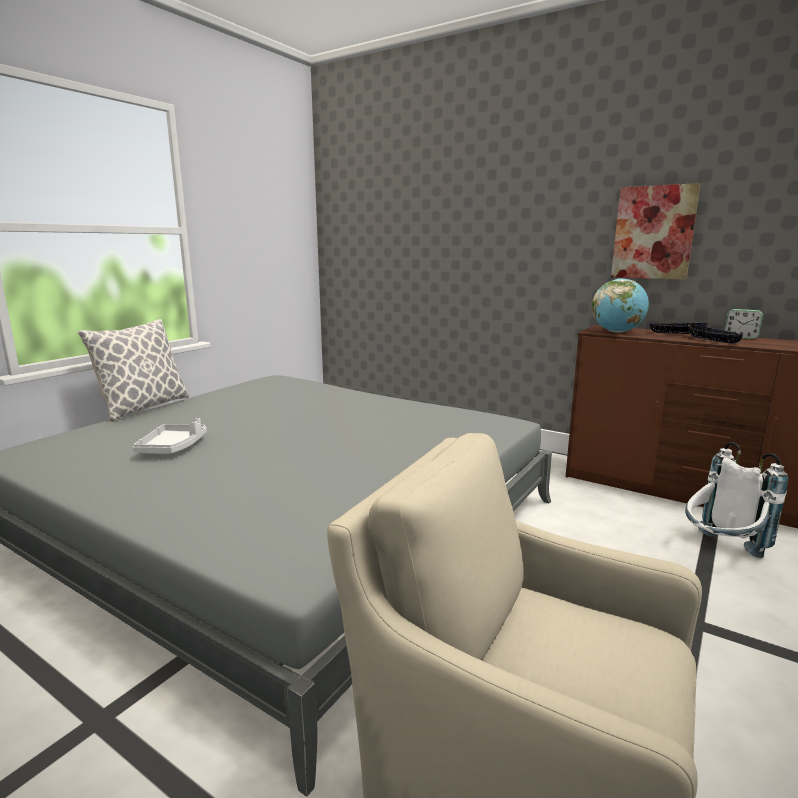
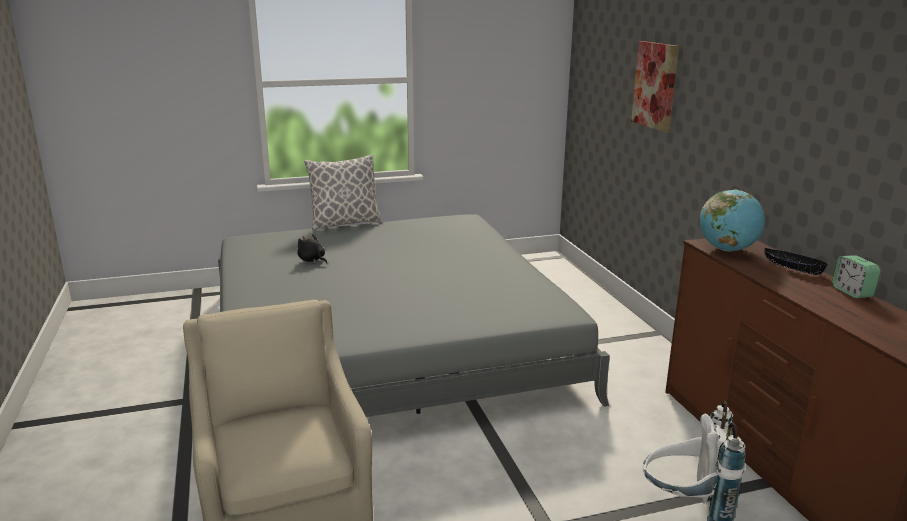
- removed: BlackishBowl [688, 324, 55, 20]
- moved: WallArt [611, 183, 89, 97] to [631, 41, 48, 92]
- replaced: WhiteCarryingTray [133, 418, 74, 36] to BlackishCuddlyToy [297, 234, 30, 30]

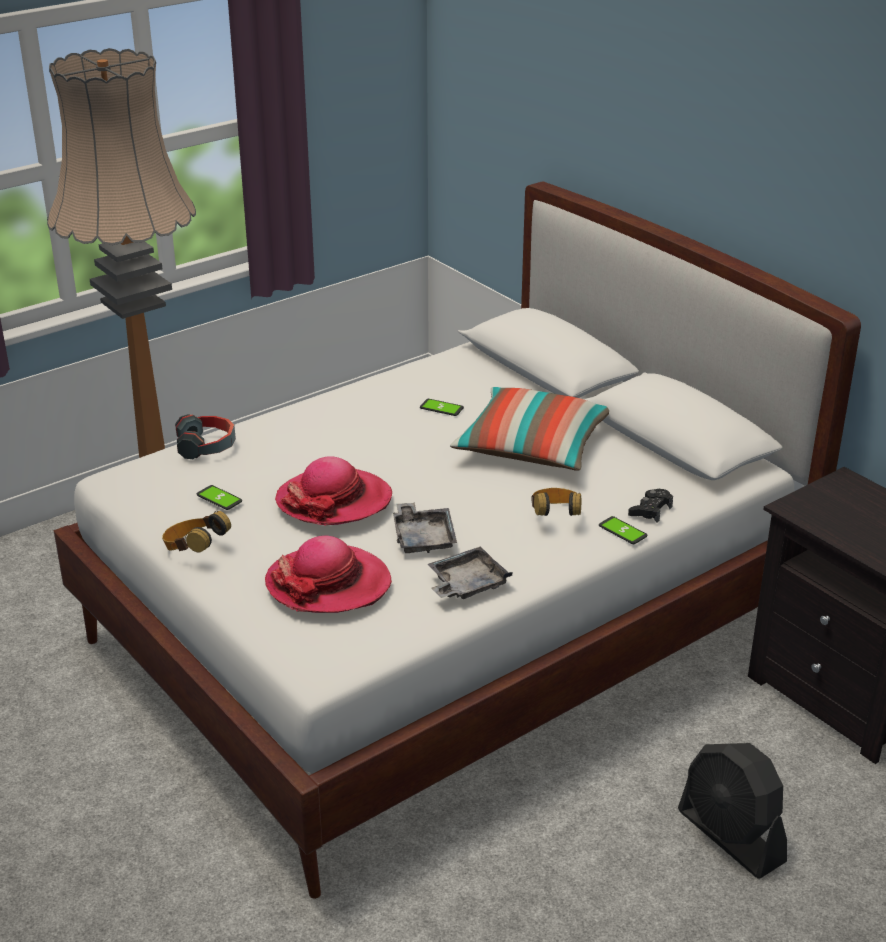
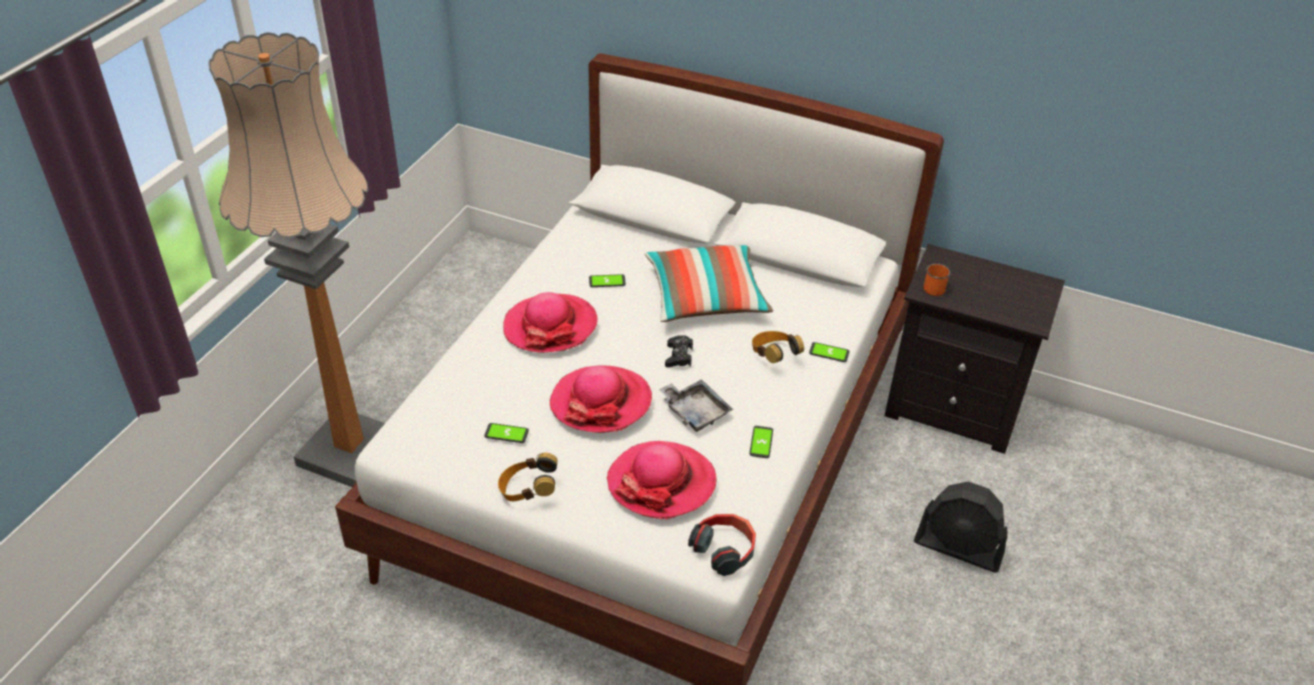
- added: WearableHat [503, 292, 95, 61]
- added: OrangeyCoffeeMug [923, 263, 28, 33]
- moved: Headphones [175, 414, 61, 45] to [688, 514, 68, 62]
- moved: BlackishGamepad [628, 488, 45, 35] to [665, 335, 28, 32]
- replaced: GreyishCarryingTray [428, 547, 84, 52] to Phone [749, 426, 24, 32]

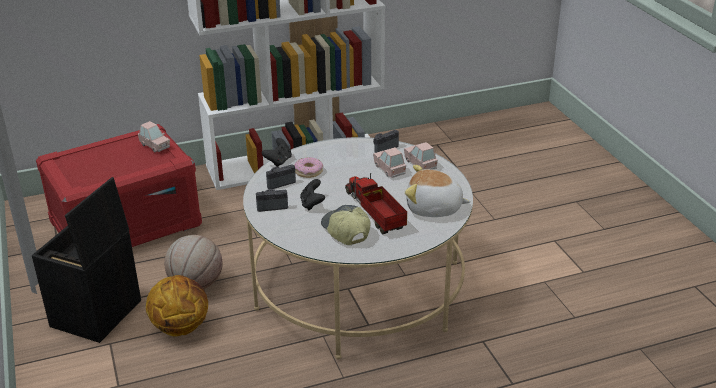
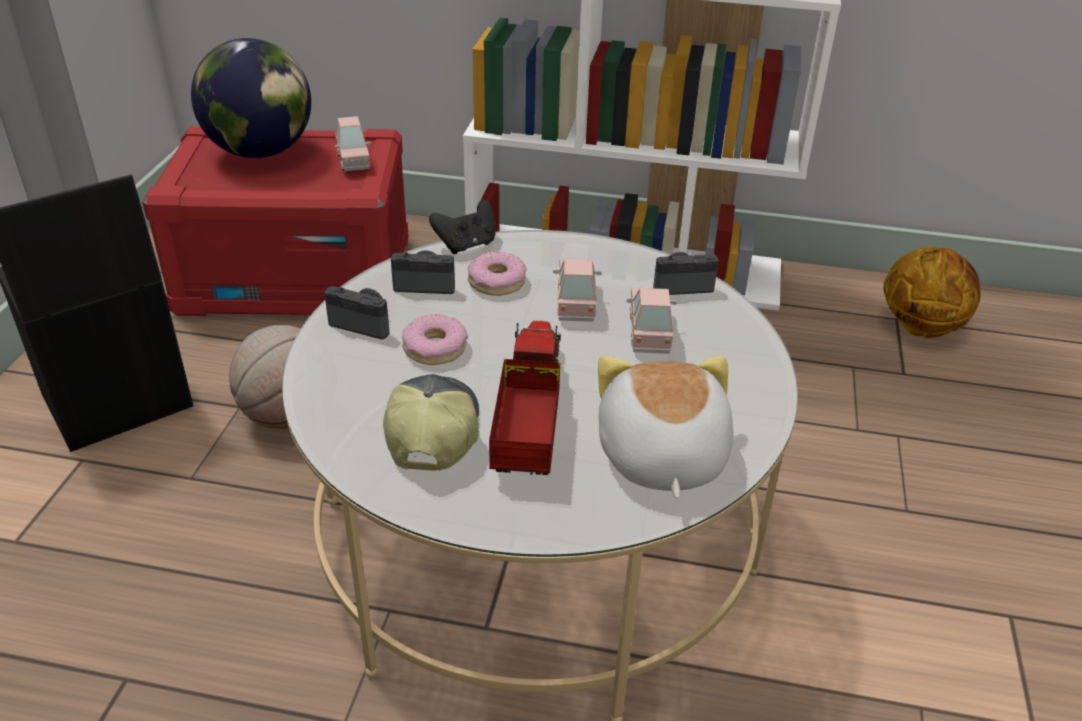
- added: DeskGlobe [191, 38, 120, 120]
- moved: BasketballBall [146, 275, 62, 61] to [883, 247, 97, 91]
- moved: PinkColouredModelCar [404, 142, 34, 28] to [553, 259, 49, 63]
- replaced: BlackishGamepad [300, 179, 25, 31] to RingDoughnut [402, 314, 66, 51]
- turned: CuddlyToy [405, 165, 66, 52] = [598, 356, 136, 143] 45 degrees clockwise

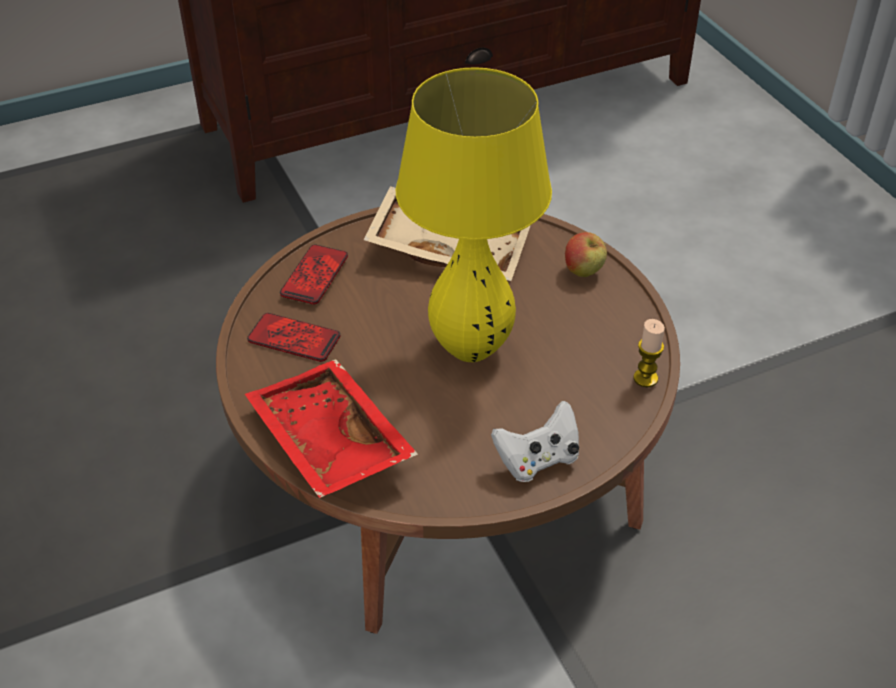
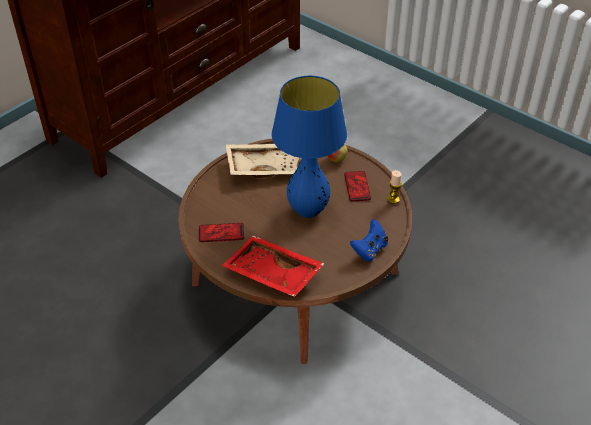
- moved: Phone [280, 245, 68, 60] to [344, 171, 27, 31]
- recoloured: YellowColouredTabletopLamp [396, 67, 156, 295] to BlueTabletopLamp [272, 76, 75, 142]
- recoloured: WhiteGamepad [491, 401, 88, 81] to BlueGamepad [350, 219, 39, 43]

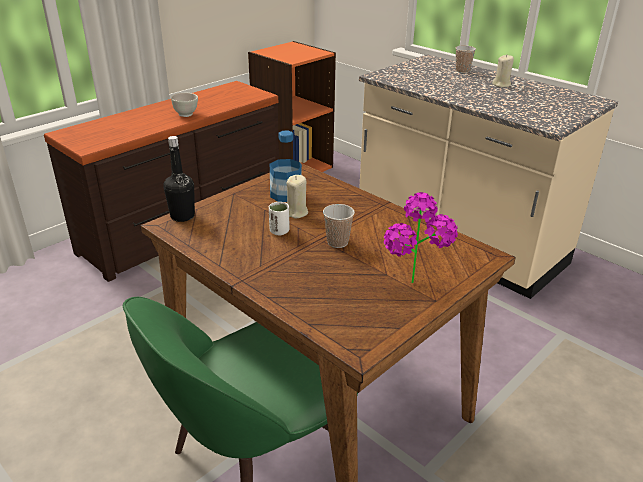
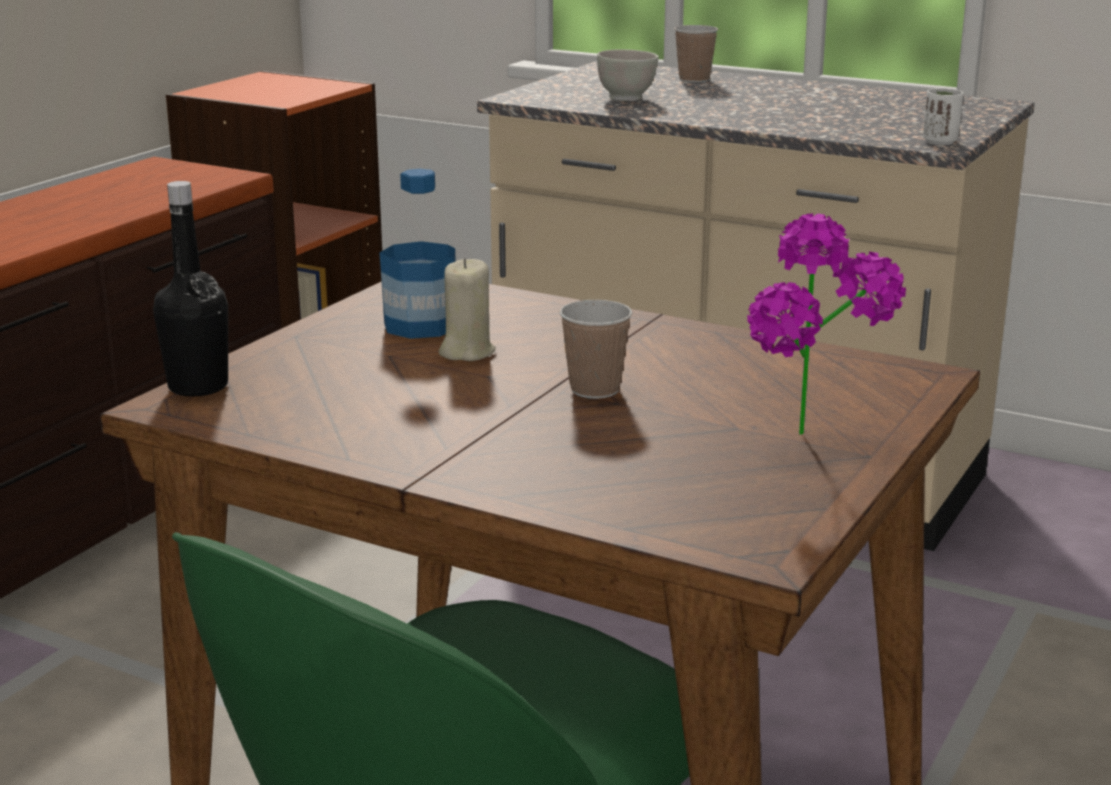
- removed: BeigeColouredCandle [492, 55, 22, 32]
- moved: WhiteBowl [171, 93, 27, 24] to [597, 49, 62, 52]
- moved: WhiteDrinkingCup [269, 202, 20, 33] to [923, 88, 40, 57]

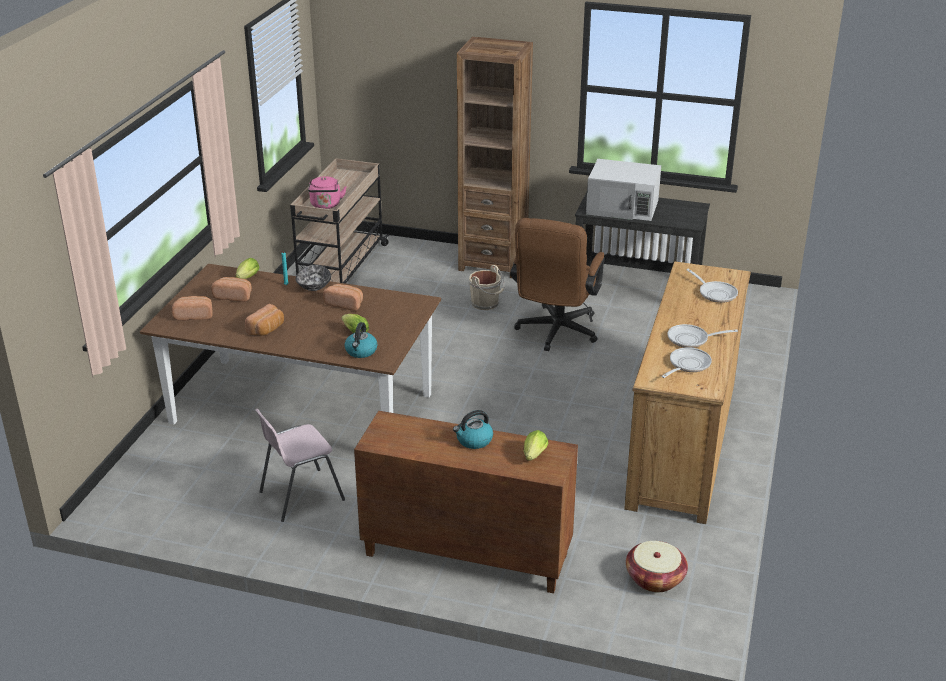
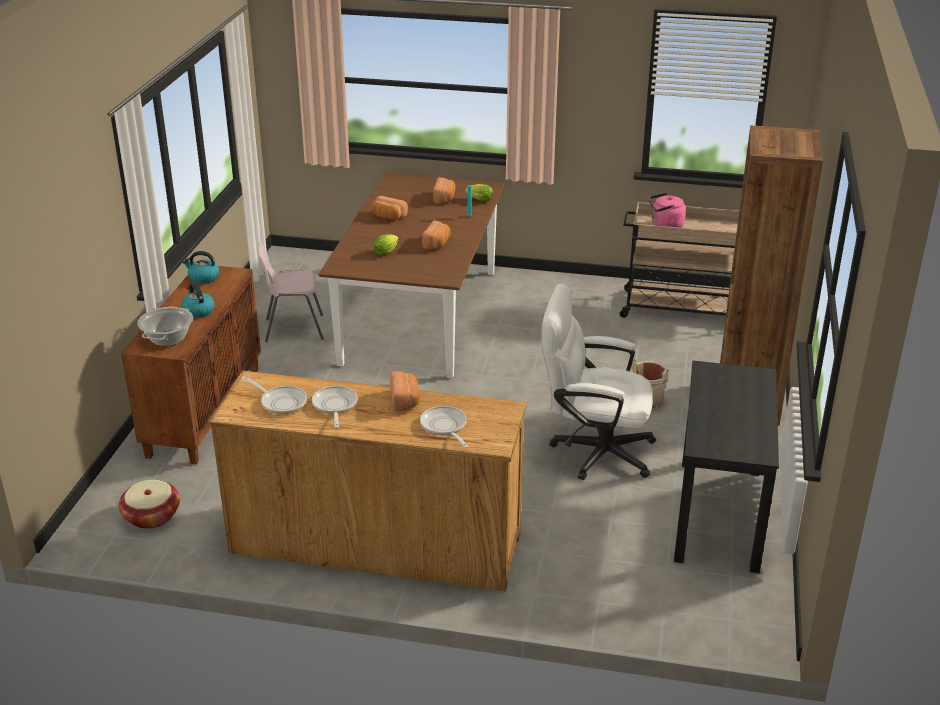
- removed: Bowl [296, 265, 35, 26]
- removed: WhiteMicrowaveOven [586, 159, 75, 62]
- moved: BakeryBread [172, 296, 41, 24] to [390, 371, 30, 41]
- moved: Kettle [344, 322, 33, 36] to [183, 251, 37, 33]
- replaced: HeadOfLettuce [524, 430, 25, 31] to CookingPot [138, 307, 55, 39]
- recoloured: BrownOfficeChair [510, 218, 95, 133] to WhiteOfficeChair [541, 284, 115, 196]
- turned: PinkColouredUprightChair [255, 409, 90, 113] = [258, 243, 66, 99] 60 degrees counterclockwise
- turned: Pan [686, 269, 52, 34] = [420, 406, 48, 42] 105 degrees clockwise

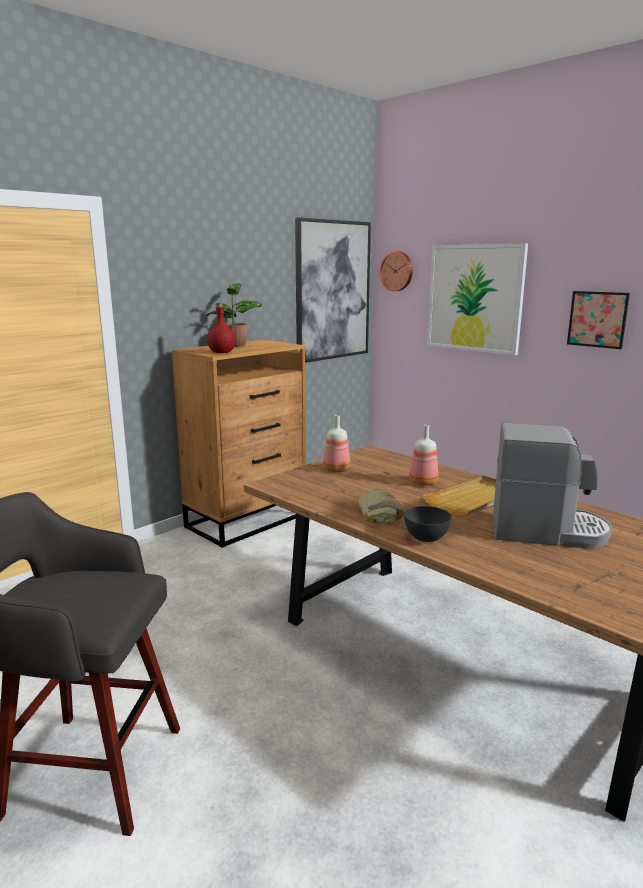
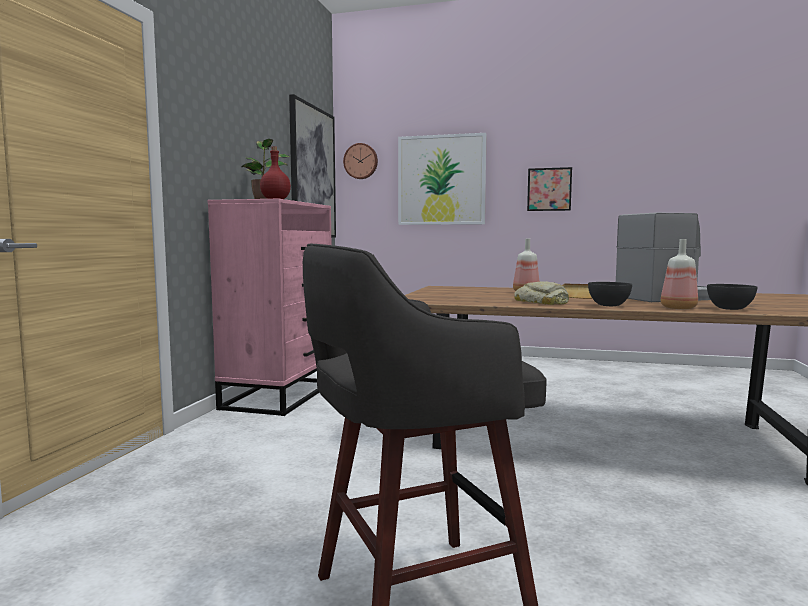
- added: GreyishBowl [707, 284, 51, 26]
- moved: Bottle [323, 415, 27, 57] to [661, 239, 37, 70]
- recoloured: BrownDrawerChest [171, 340, 135, 208] to PinkColouredDrawerChest [208, 199, 123, 217]

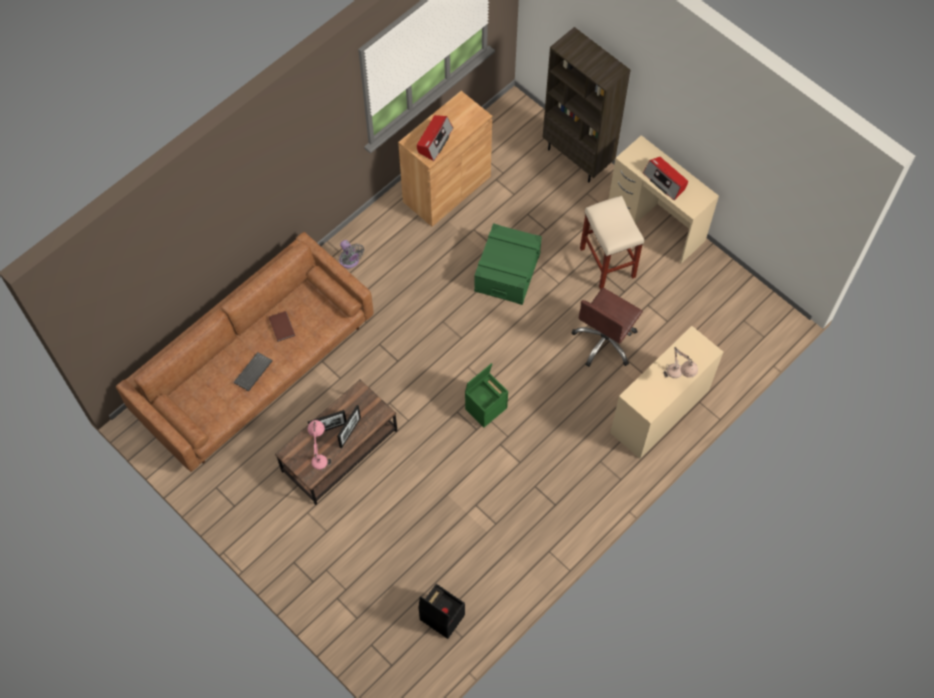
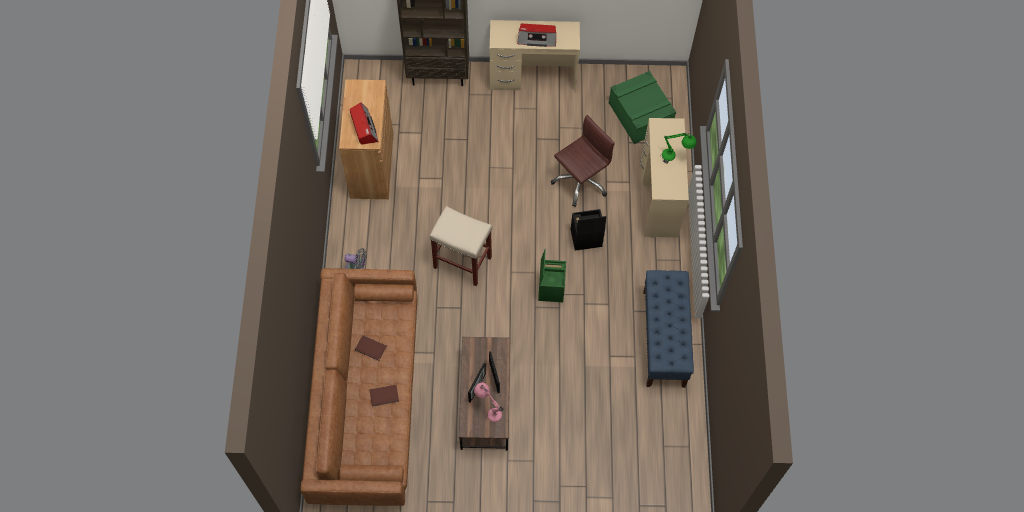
- added: BlueIndoorBench [643, 270, 51, 118]
- moved: BlackishStorageContainer [419, 584, 46, 55] to [571, 209, 35, 42]
- moved: GreenColouredStorageContainer [474, 223, 68, 82] to [609, 71, 67, 73]
- moved: BeigeColouredStoolSeat [580, 196, 64, 94] to [429, 206, 63, 80]
- replaced: Keyboard [233, 352, 40, 39] to BrownBoundBook [369, 385, 30, 22]
- recoloured: BeigeColouredTabletopLamp [663, 347, 35, 31] to GreenColouredTabletopLamp [660, 133, 36, 31]
- turned: BrownOfficeChair [572, 288, 71, 79] = [551, 115, 64, 92] 120 degrees counterclockwise

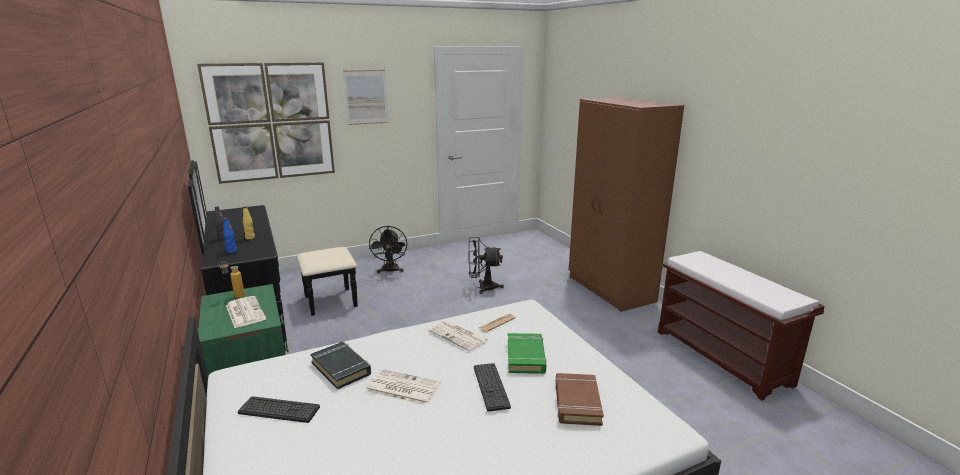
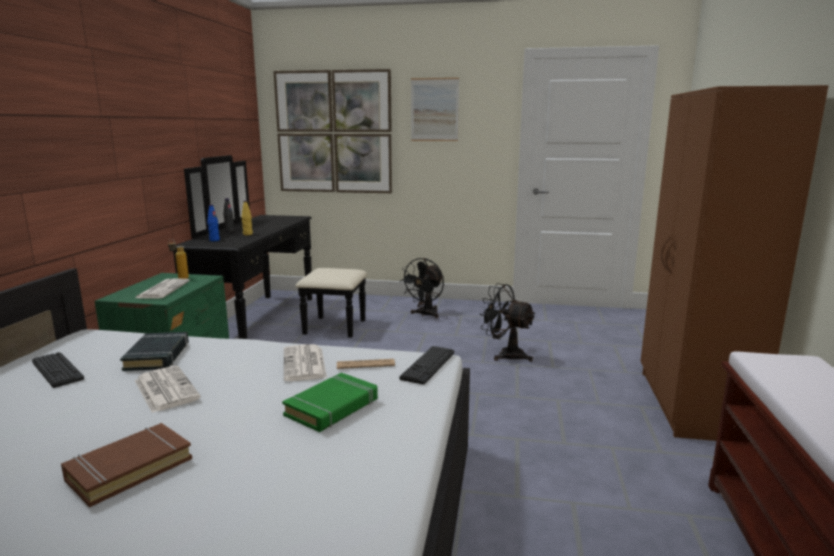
- moved: Keyboard [474, 363, 37, 49] to [400, 346, 54, 39]
- moved: BrownBoundBook [555, 373, 49, 53] to [61, 423, 131, 84]

